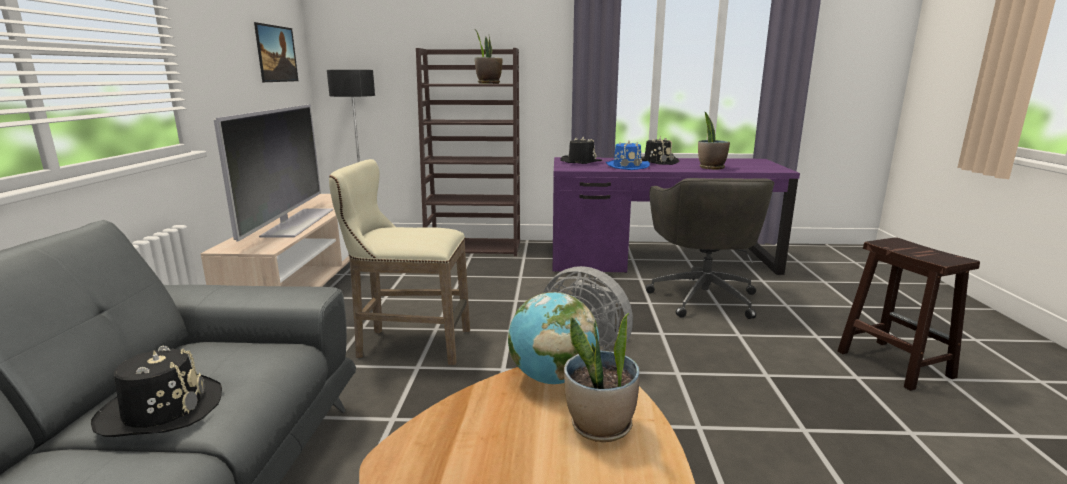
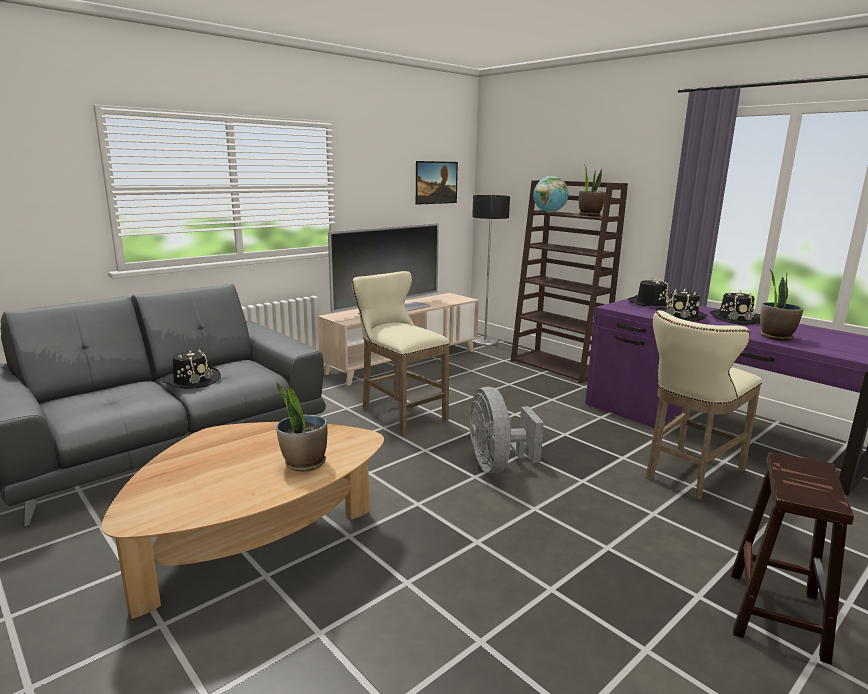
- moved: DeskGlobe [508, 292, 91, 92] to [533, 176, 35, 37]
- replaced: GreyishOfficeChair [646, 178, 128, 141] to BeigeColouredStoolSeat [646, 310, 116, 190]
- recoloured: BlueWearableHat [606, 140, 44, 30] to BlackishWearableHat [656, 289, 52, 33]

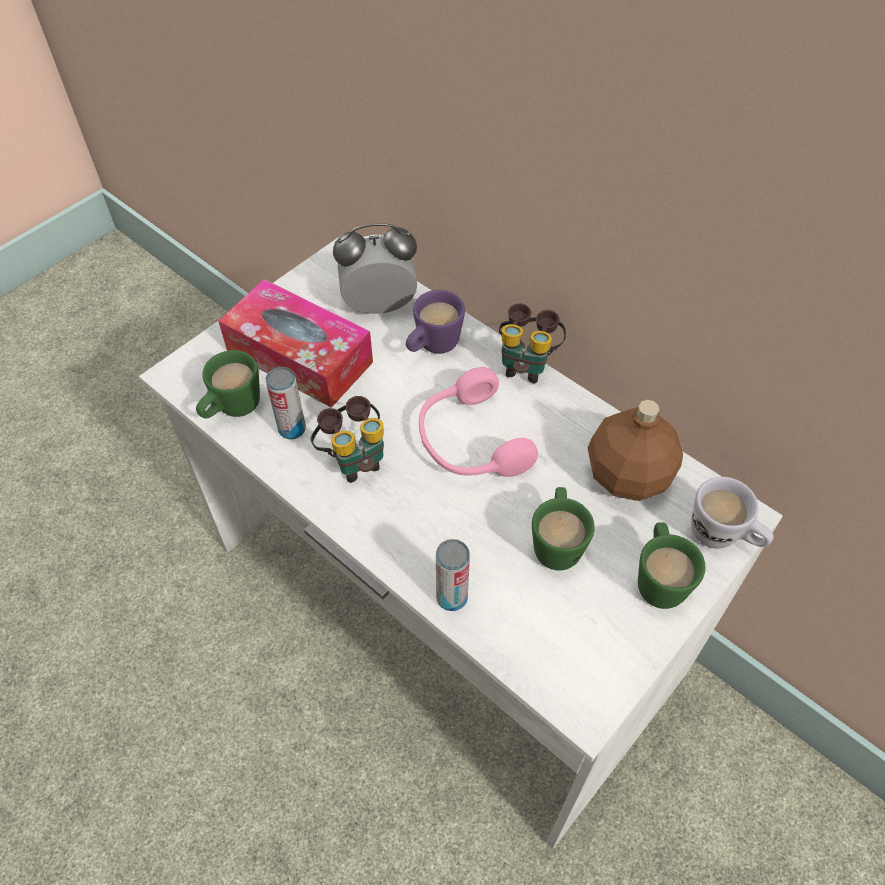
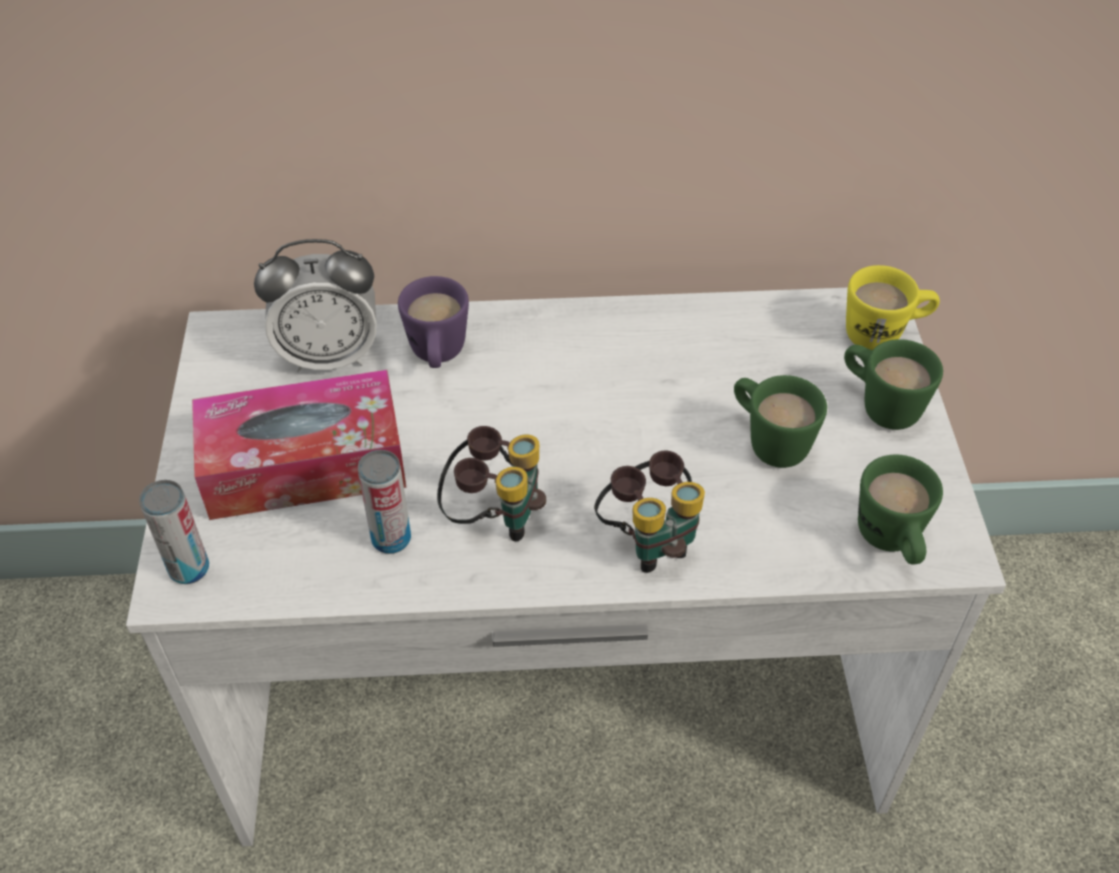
- removed: PinkColouredHeadphones [419, 367, 119, 110]
- removed: BrownBottle [588, 400, 95, 101]
- moved: GreenColouredCoffeeMug [196, 350, 64, 69] to [858, 455, 85, 109]
- moved: MetalCan [436, 539, 34, 72] to [139, 480, 70, 104]
- moved: PairOfBinoculars [499, 303, 67, 80] to [594, 451, 111, 122]
- recoloured: WhiteCoffeeMug [691, 477, 82, 72] to YellowColouredCoffeeMug [846, 265, 94, 85]
- turned: AlarmClock [333, 223, 84, 92] = [254, 239, 122, 133] 135 degrees counterclockwise

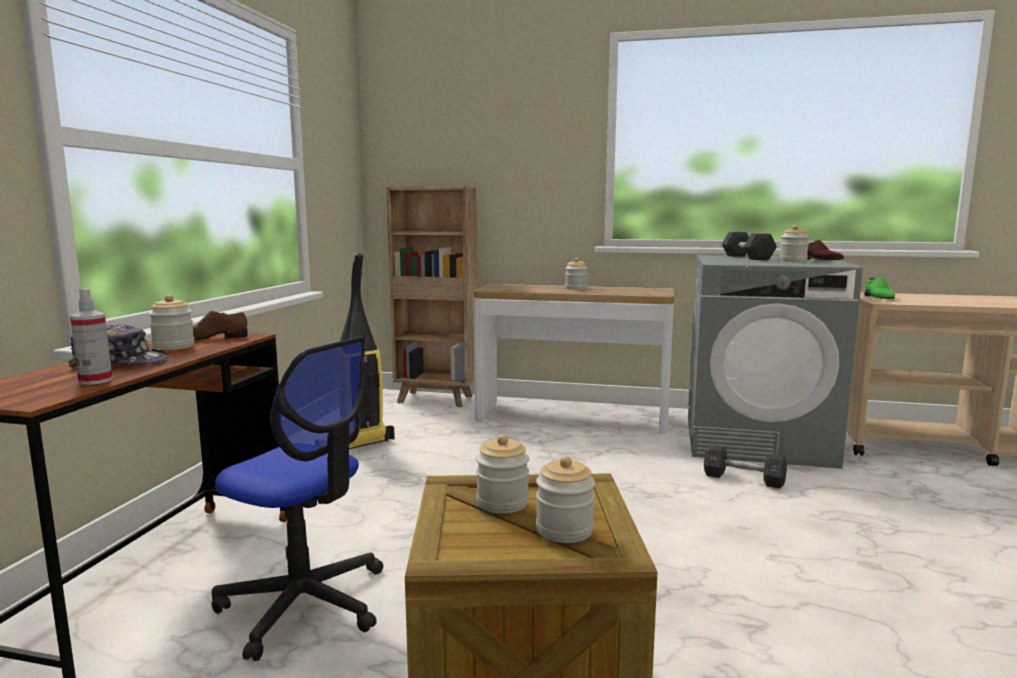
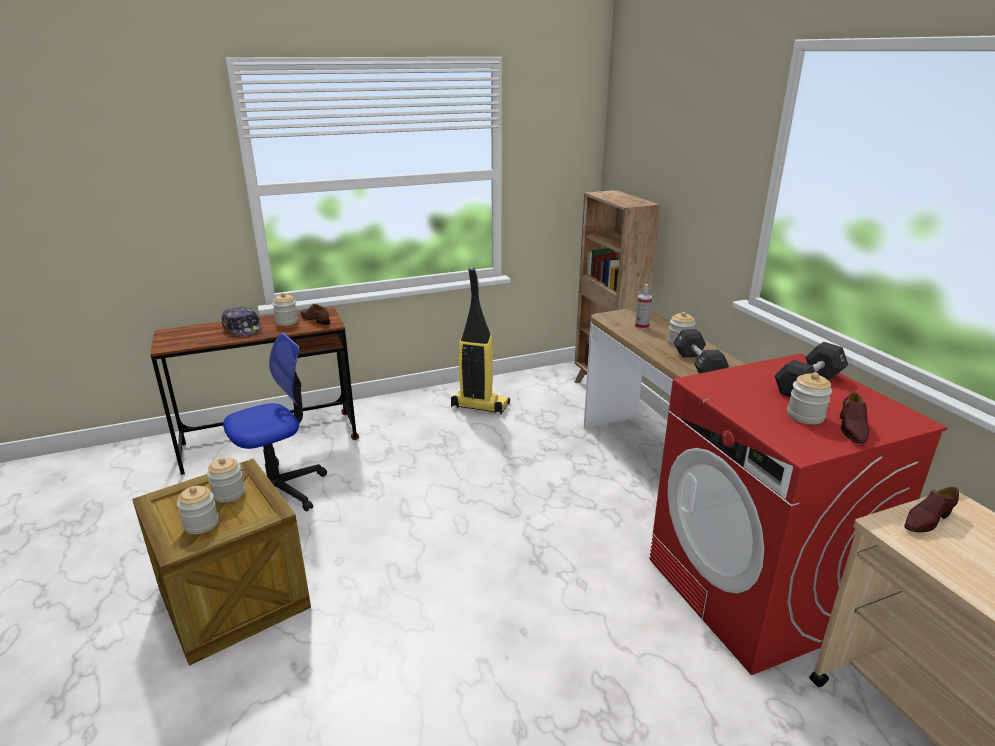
- moved: Sprayer [70, 288, 42, 97] to [635, 284, 17, 46]
- moved: BlackishDumbbell [704, 444, 83, 45] to [674, 329, 55, 45]
- recoloured: GreyishWashingMachine [688, 255, 175, 214] to RedWashingMachine [649, 353, 299, 322]
- recoloured: GreenColouredItemOfFootwear [864, 278, 31, 21] to BrownItemOfFootwear [904, 487, 55, 46]
- turned: OfficeChair [212, 336, 171, 325] = [223, 333, 104, 179] 120 degrees counterclockwise

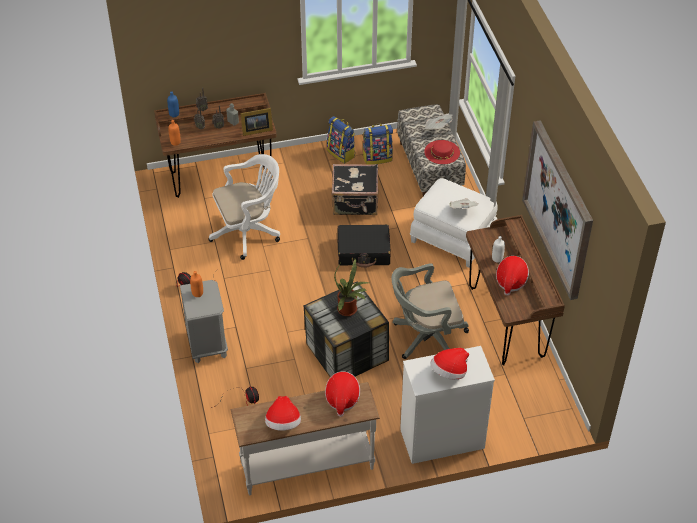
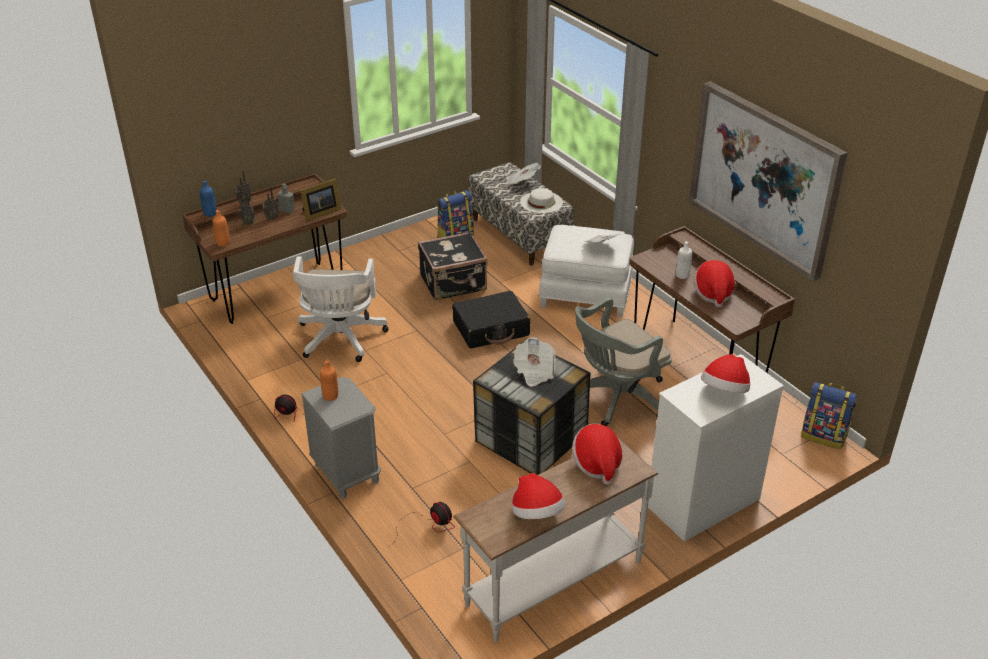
- moved: Knapsack [327, 116, 29, 47] to [801, 382, 56, 67]
- replaced: Houseplant [334, 259, 35, 57] to Newspaper [513, 337, 43, 50]
- recoloured: RedWearableHat [424, 140, 36, 24] to WhiteWearableHat [520, 188, 43, 25]
- turned: WhiteOfficeChair [208, 154, 72, 106] = [292, 256, 97, 106] 135 degrees clockwise

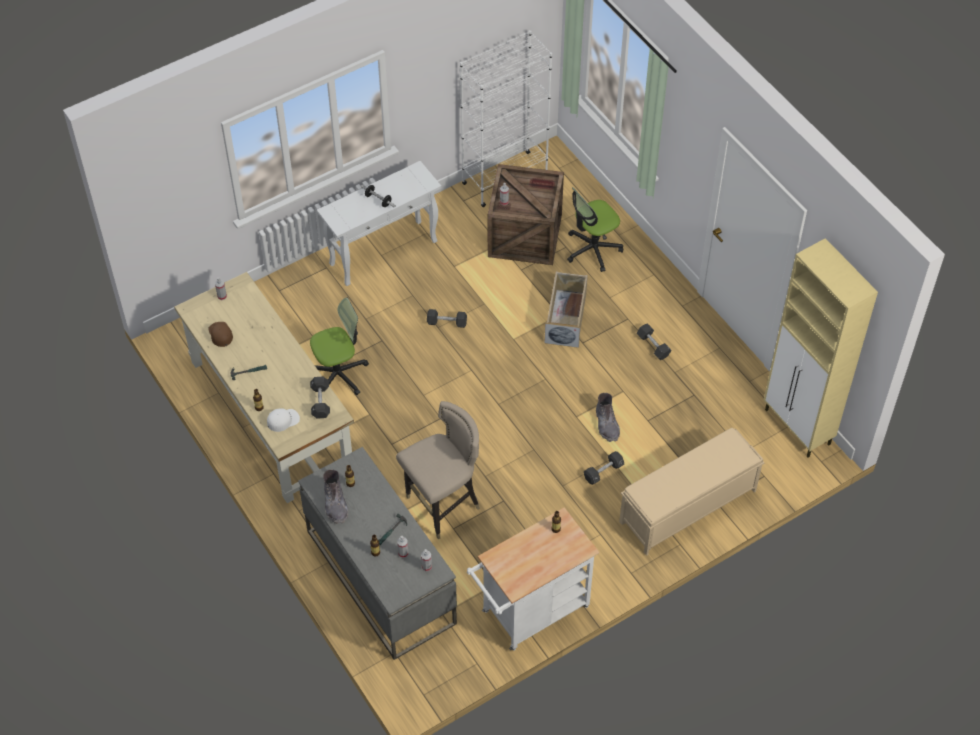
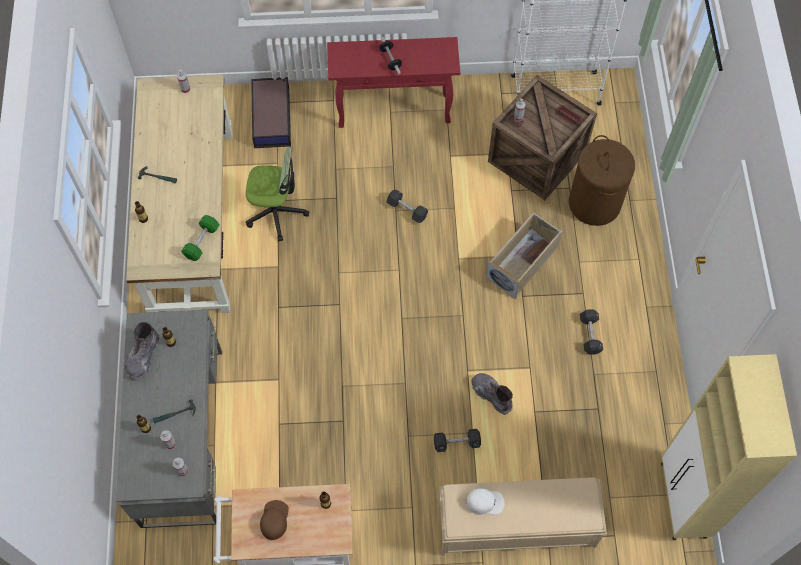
- removed: BeigeColouredStoolSeat [396, 401, 84, 138]
- added: StorageContainer [251, 77, 40, 71]
- moved: BrownPeakedCap [208, 322, 25, 25] to [260, 500, 29, 40]
- moved: WhitePeakedCap [267, 409, 33, 23] to [466, 488, 39, 27]
- replaced: OfficeChair [567, 187, 56, 85] to BrownLaundryBasket [569, 135, 66, 91]
- recoloured: BlackishDumbbell [310, 376, 20, 43] to GreenColouredDumbbell [181, 215, 39, 46]
- recoloured: WhiteHallTable [317, 161, 124, 125] to RedHallTable [327, 37, 133, 91]
- turned: GreyishTallBoot [596, 393, 24, 49] = [471, 373, 42, 42] 120 degrees clockwise

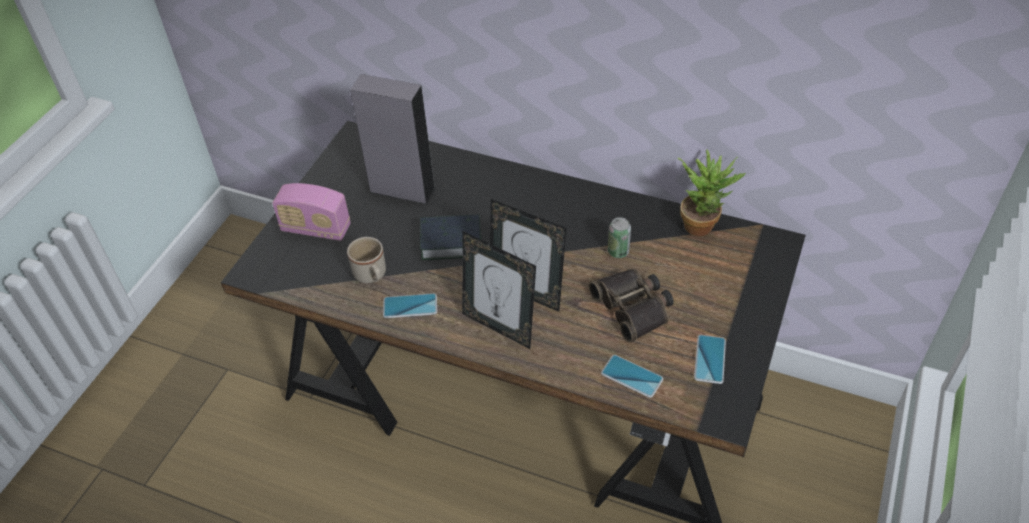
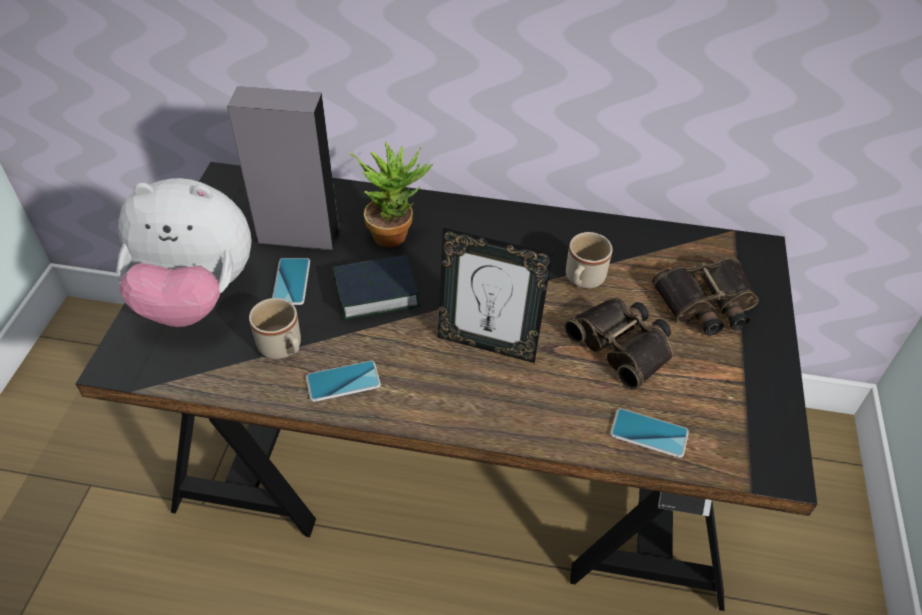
- removed: StandingFrame [462, 231, 74, 118]
- added: PairOfBinoculars [652, 257, 107, 79]
- moved: Houseplant [678, 149, 68, 87] to [349, 142, 84, 105]
- moved: Phone [694, 335, 32, 49] to [272, 258, 38, 47]
- replaced: Radio [272, 183, 78, 58] to CuddlyToy [116, 178, 136, 149]
- replaced: MetalCan [608, 217, 23, 41] to BeigeColouredCoffeeMug [566, 232, 47, 56]

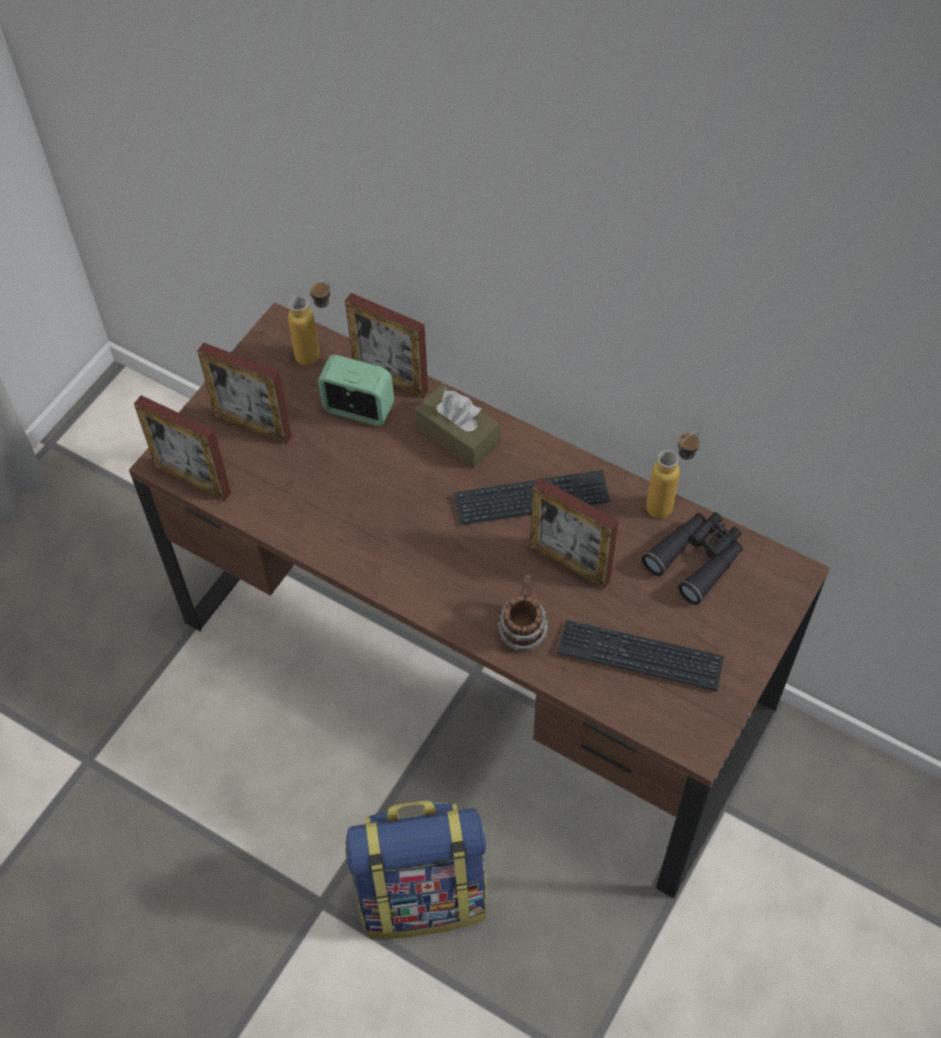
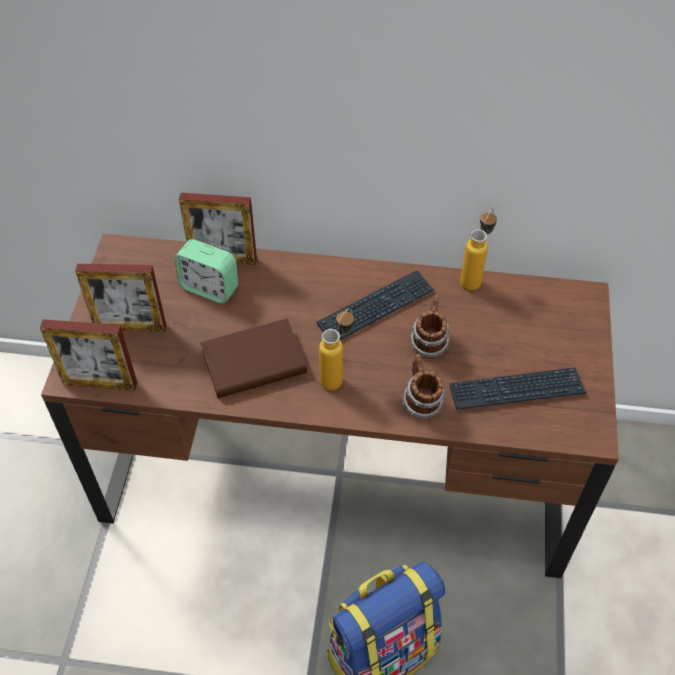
- removed: BrownTissueHolder [415, 384, 85, 84]
- removed: BlackishPairOfBinoculars [642, 512, 101, 93]
- added: BrownBoundBook [200, 319, 107, 79]
- moved: Bottle [288, 280, 42, 86] to [319, 309, 35, 81]
- replaced: StandingFrame [530, 477, 89, 112] to CoffeeMug [410, 295, 40, 63]
- turned: AlarmClock [318, 355, 76, 71] = [175, 239, 63, 65] 150 degrees counterclockwise

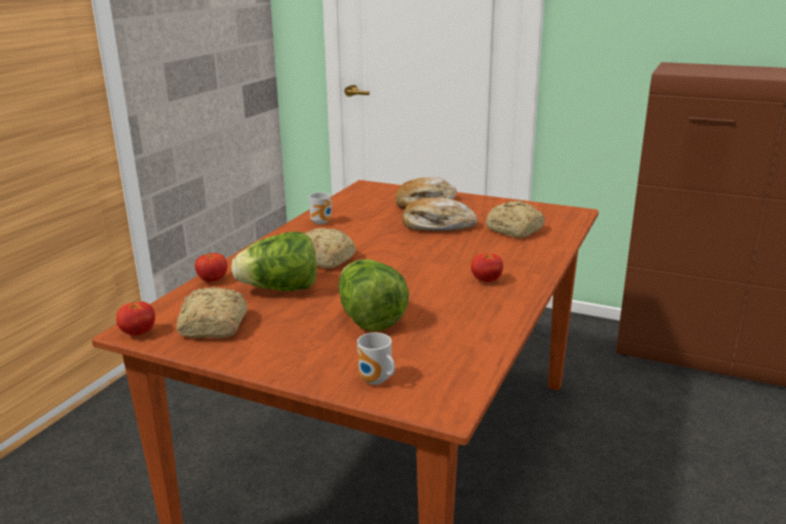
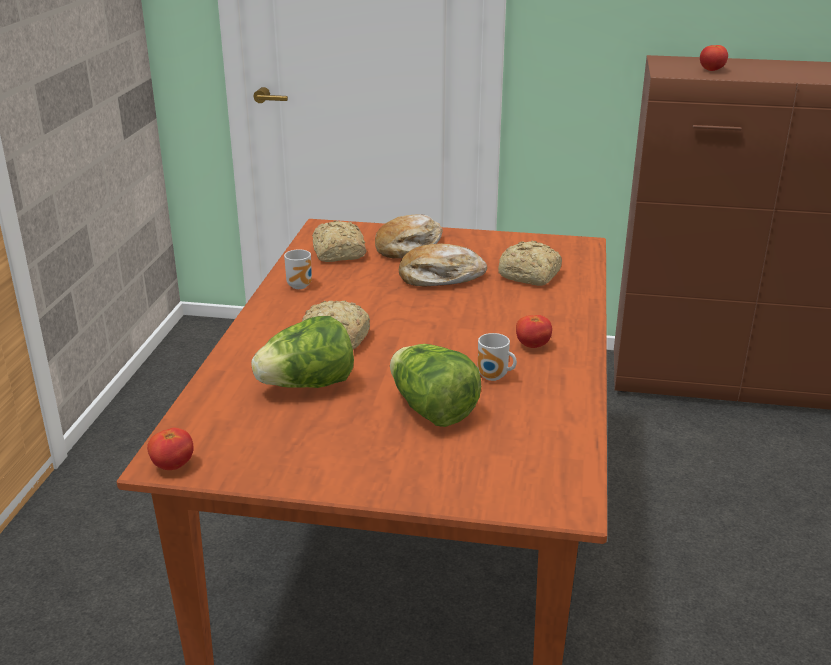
- moved: BakeryBread [176, 287, 71, 51] to [312, 221, 55, 41]
- moved: WholeTomato [195, 253, 32, 29] to [700, 45, 28, 26]
- moved: CoffeeMug [357, 333, 38, 52] to [478, 333, 39, 48]

